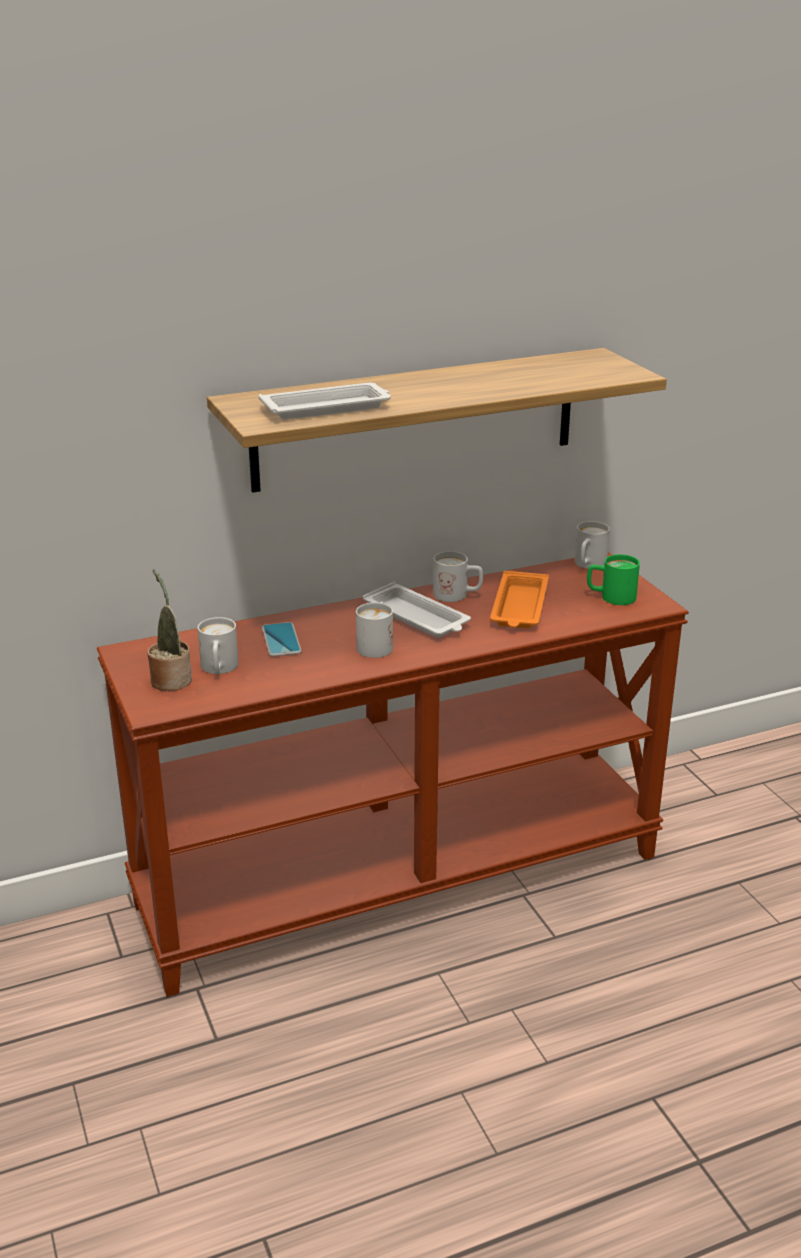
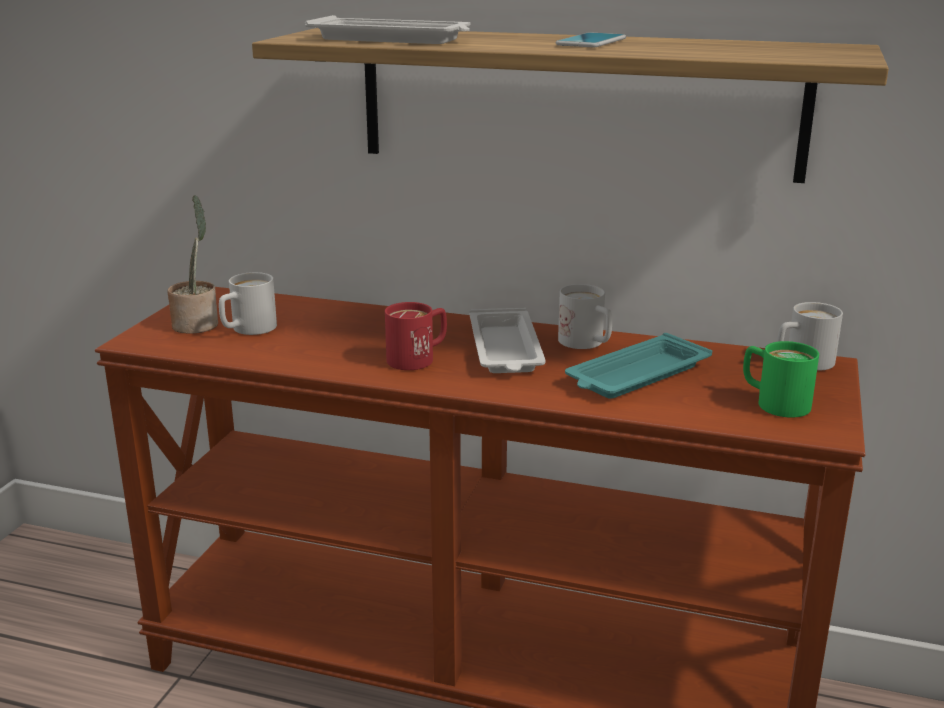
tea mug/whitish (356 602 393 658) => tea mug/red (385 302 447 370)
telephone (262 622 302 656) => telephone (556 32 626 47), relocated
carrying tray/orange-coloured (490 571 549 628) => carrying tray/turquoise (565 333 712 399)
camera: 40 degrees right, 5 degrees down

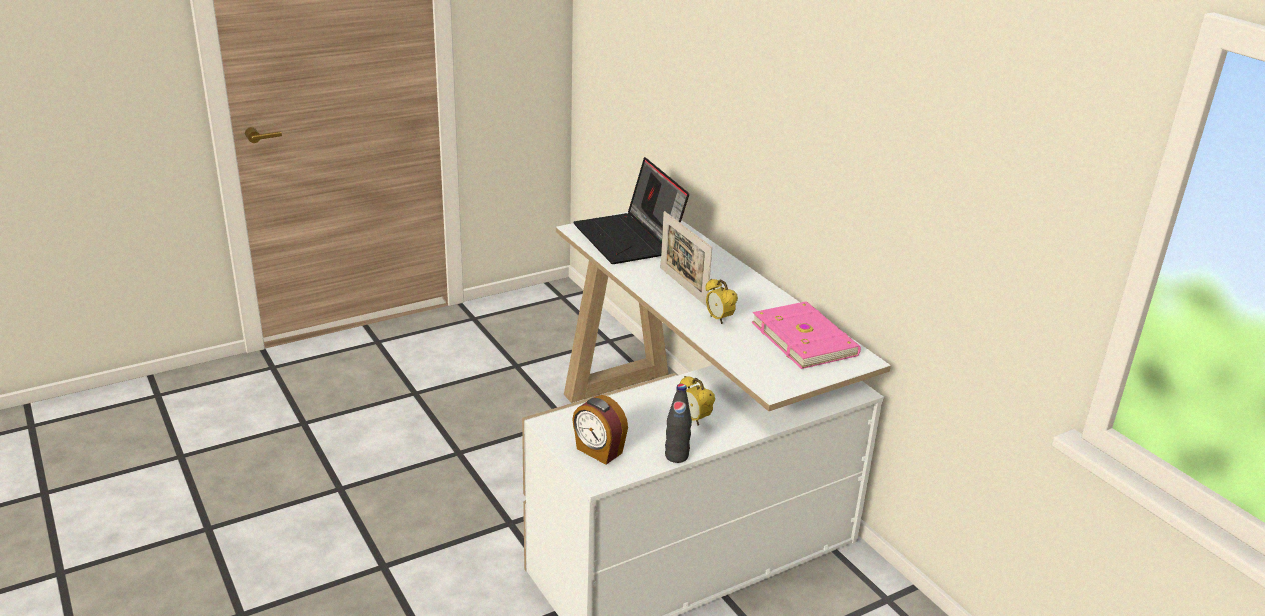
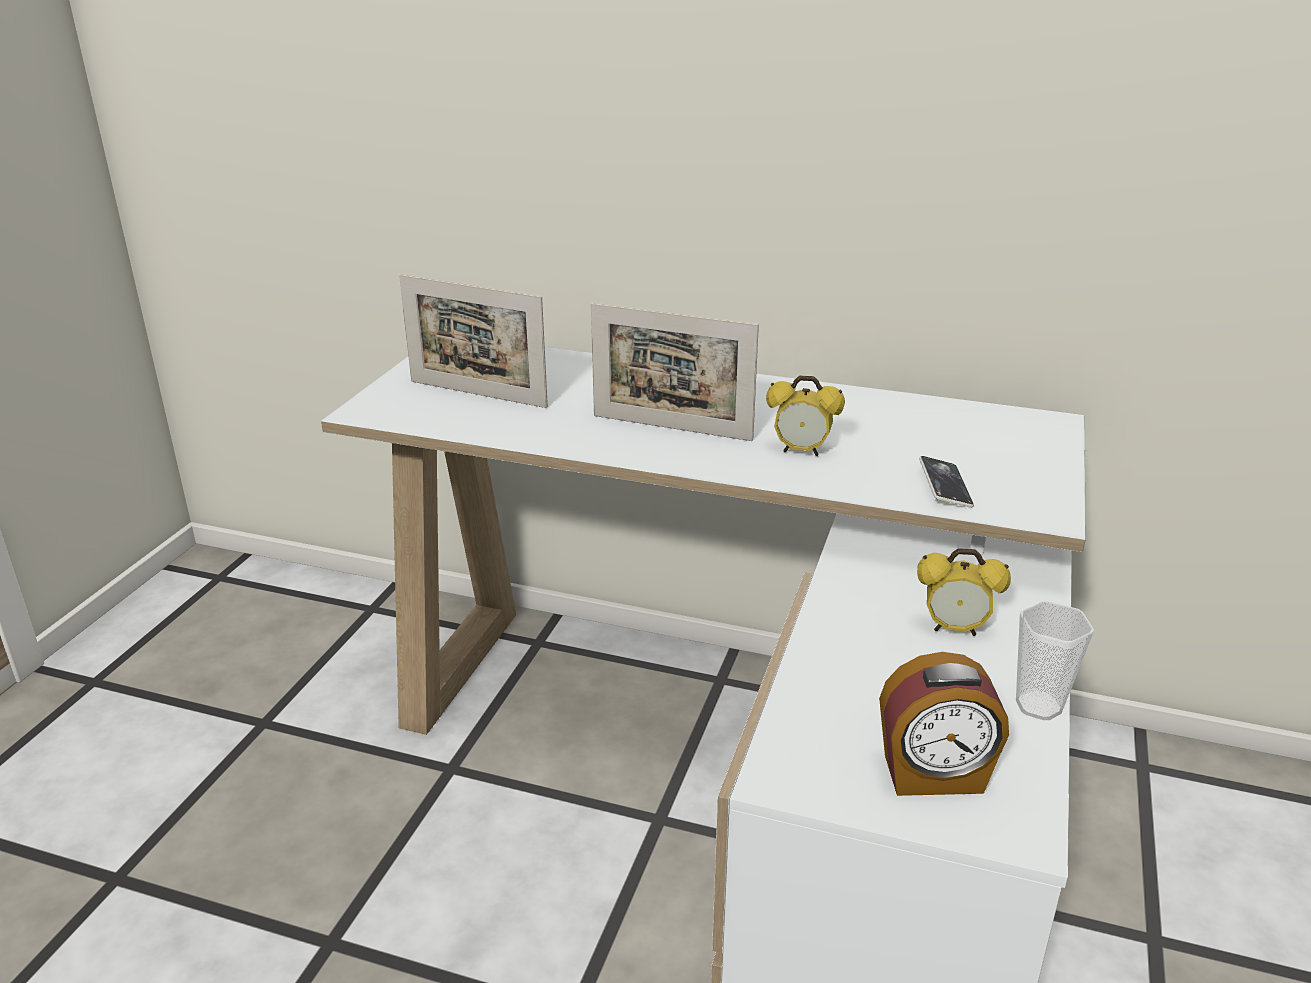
notebook computer (573 157 689 264) => picture frame (399 274 548 408)
nothing => telephone (919 456 974 508)
drink bottle/black (665 384 692 463) => cup (1016 601 1094 720)
bound book/pinkish (751 301 861 369) => nothing
camera: 40 degrees left, 0 degrees up

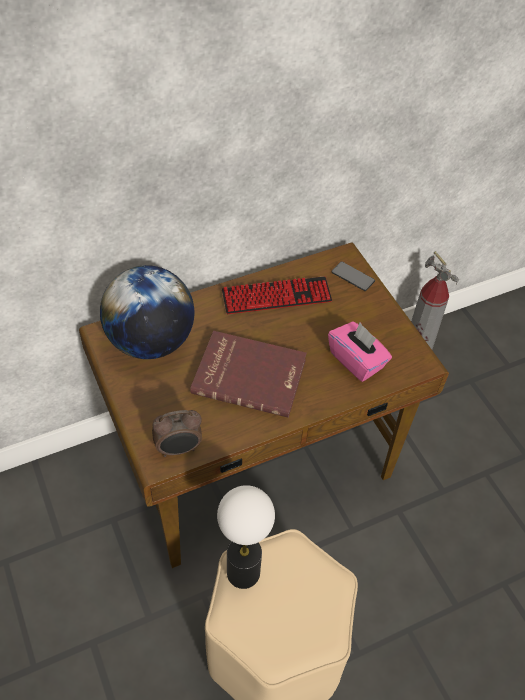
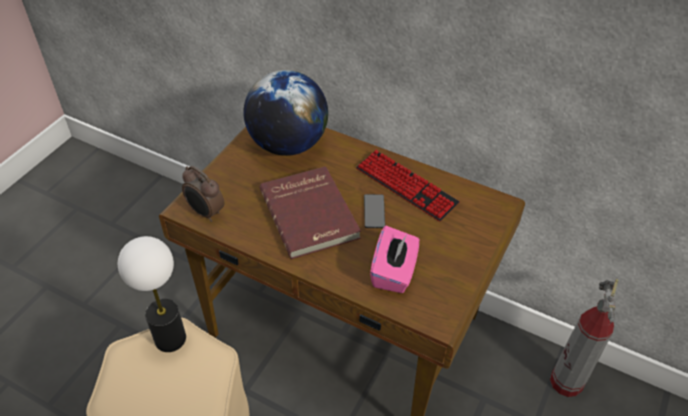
telephone (331 261 375 291) => telephone (364 194 385 228), relocated
camera: 55 degrees right, 5 degrees down

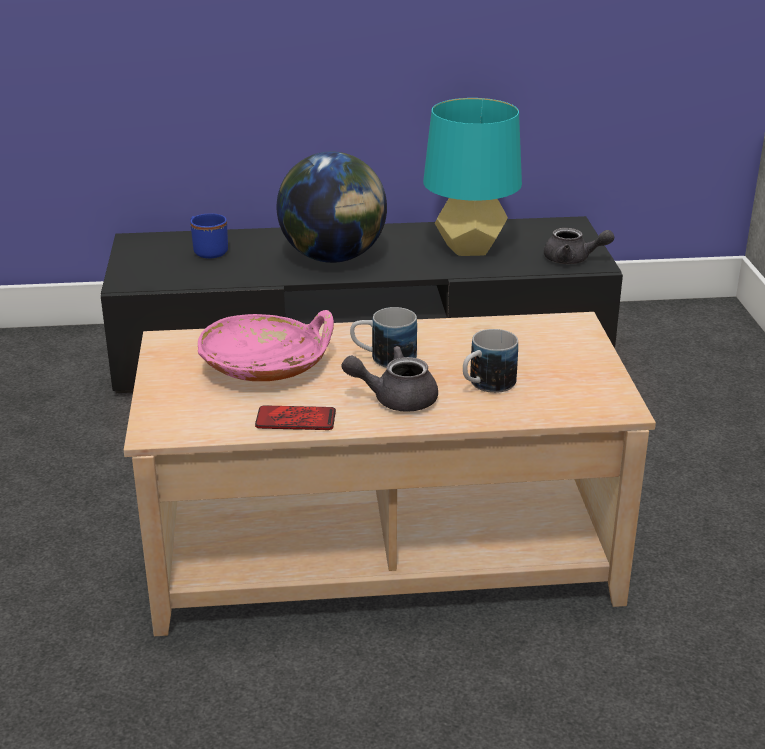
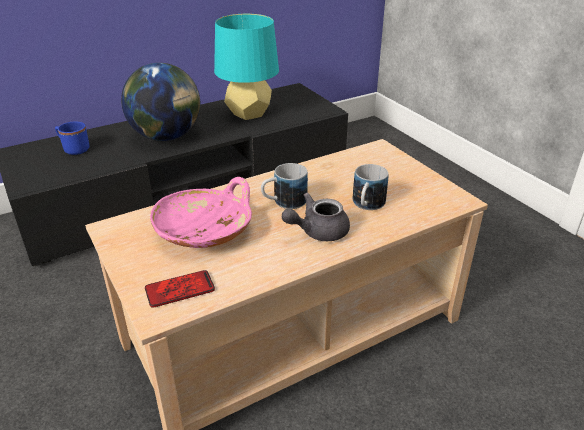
telephone (255 405 336 430) => telephone (145 270 215 308), relocated
teapot/greyish (544 228 614 264) => nothing
camera: 25 degrees left, 5 degrees up

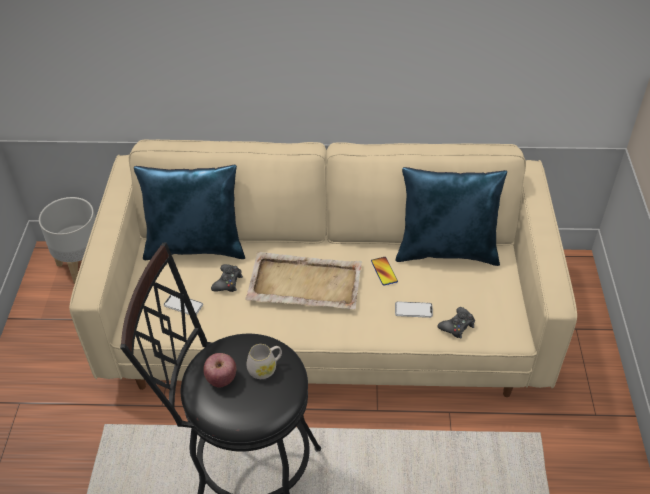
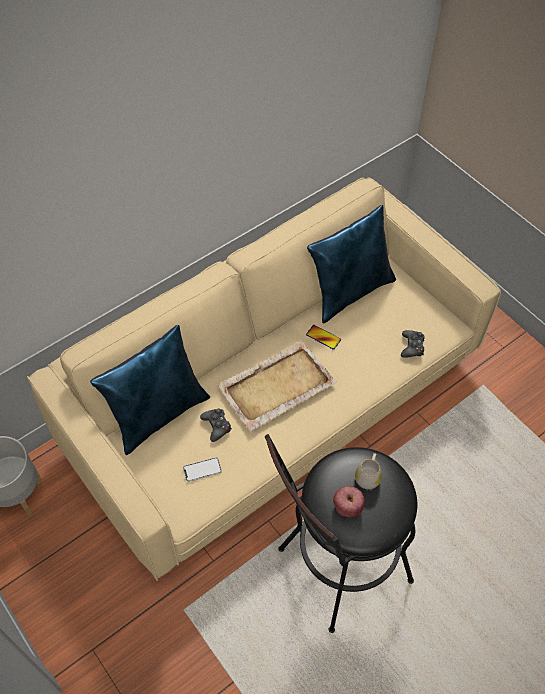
telephone (395 301 433 318) => nothing
camera: 40 degrees left, 10 degrees up

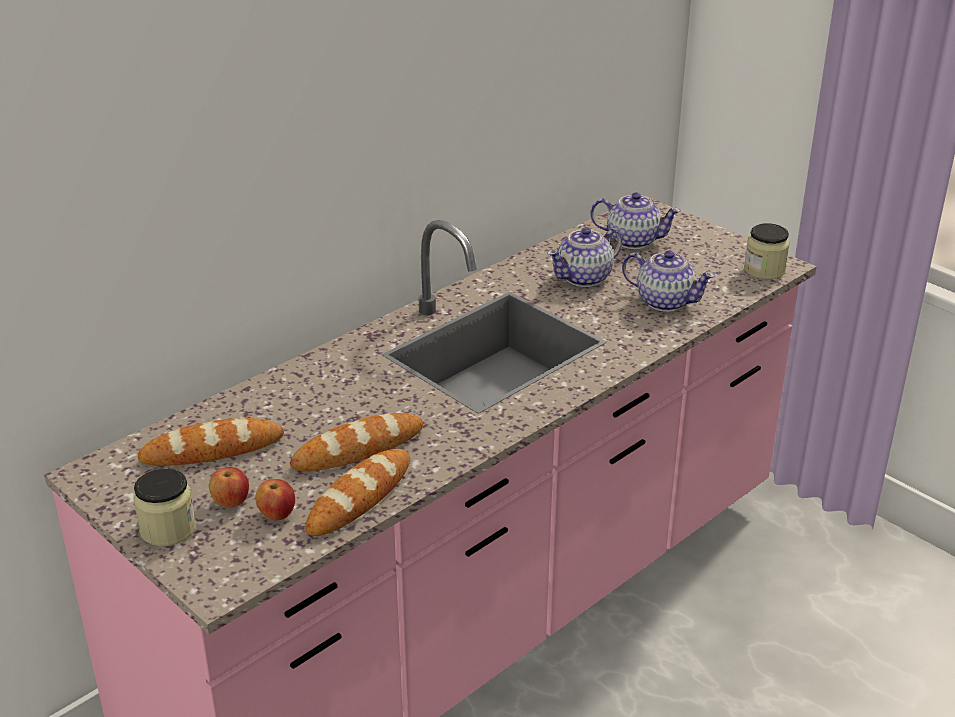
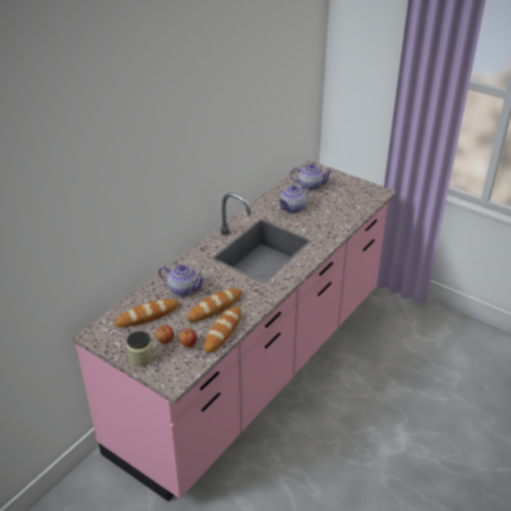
teapot (622 251 715 312) => teapot (159 264 206 296), relocated
storage jar (744 223 790 280) => nothing
camera: 10 degrees left, 5 degrees up

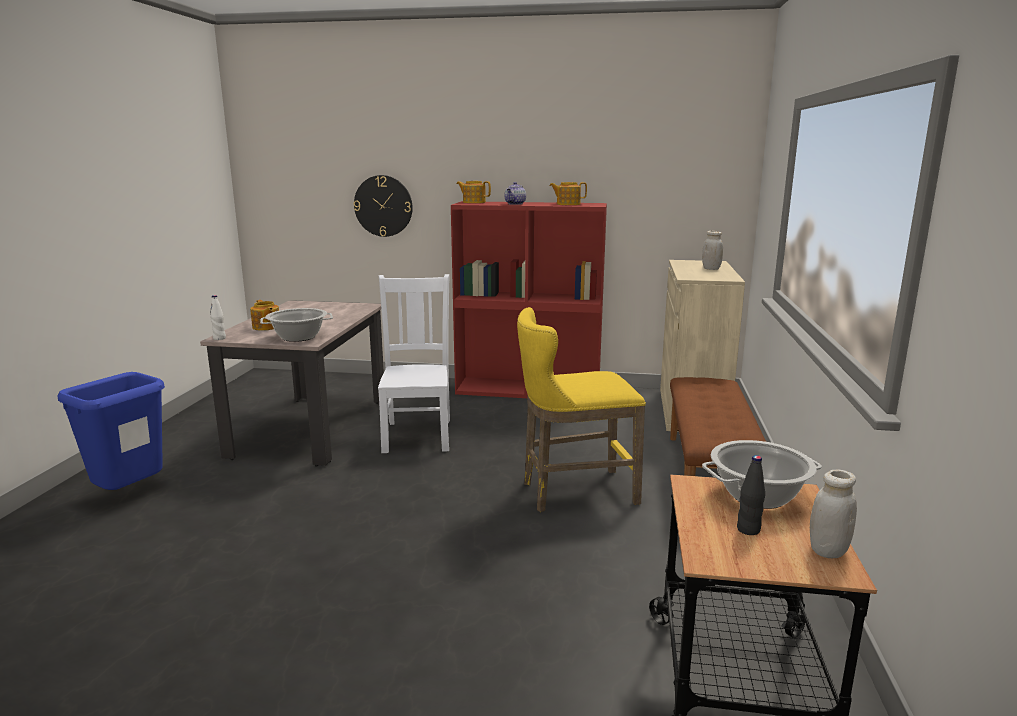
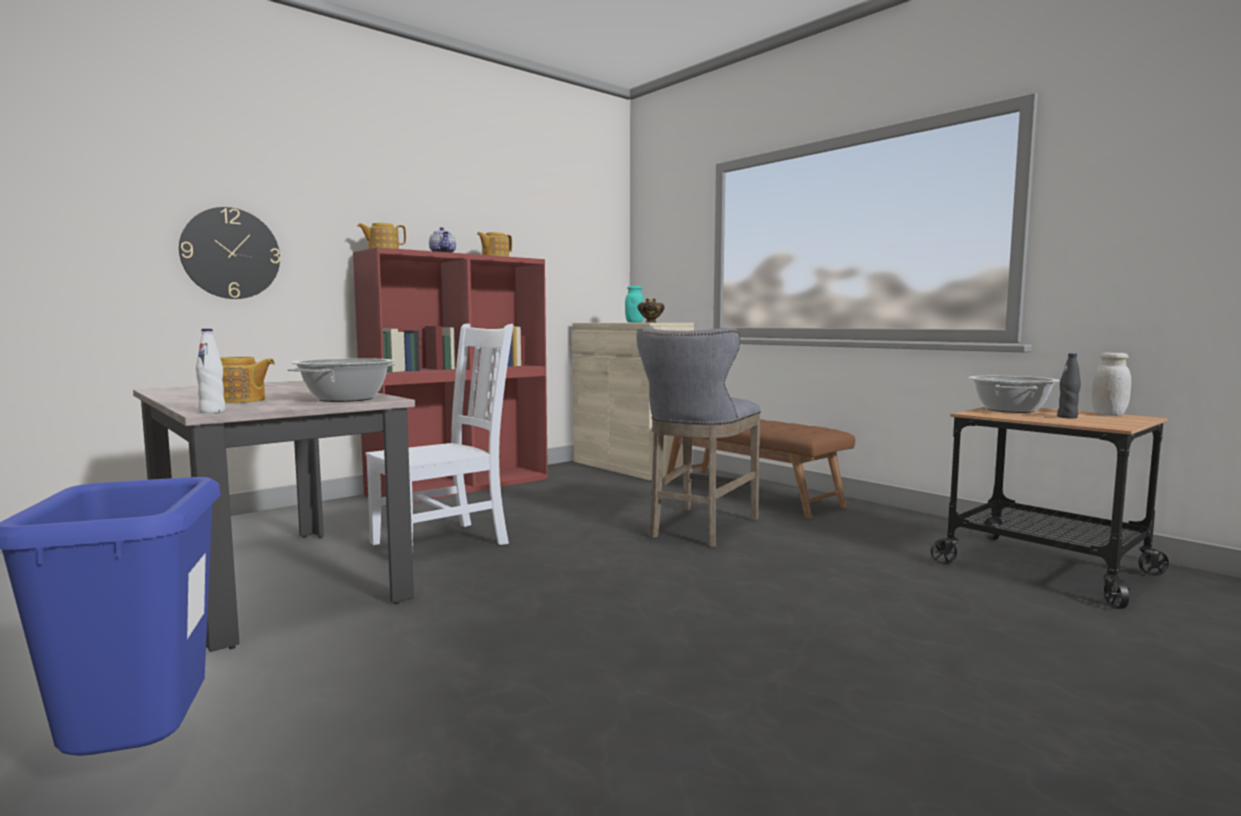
chair/whitish (378 274 450 453) => chair/whitish (365 324 513 551), 105 degrees clockwise
storage jar/whitish (702 231 723 270) => storage jar/turquoise (625 286 644 323)
stool/yellow-coloured (517 307 646 512) => stool/greyish (636 327 761 547)
nothing => bowl (637 299 665 323)
camera: 50 degrees left, 10 degrees down

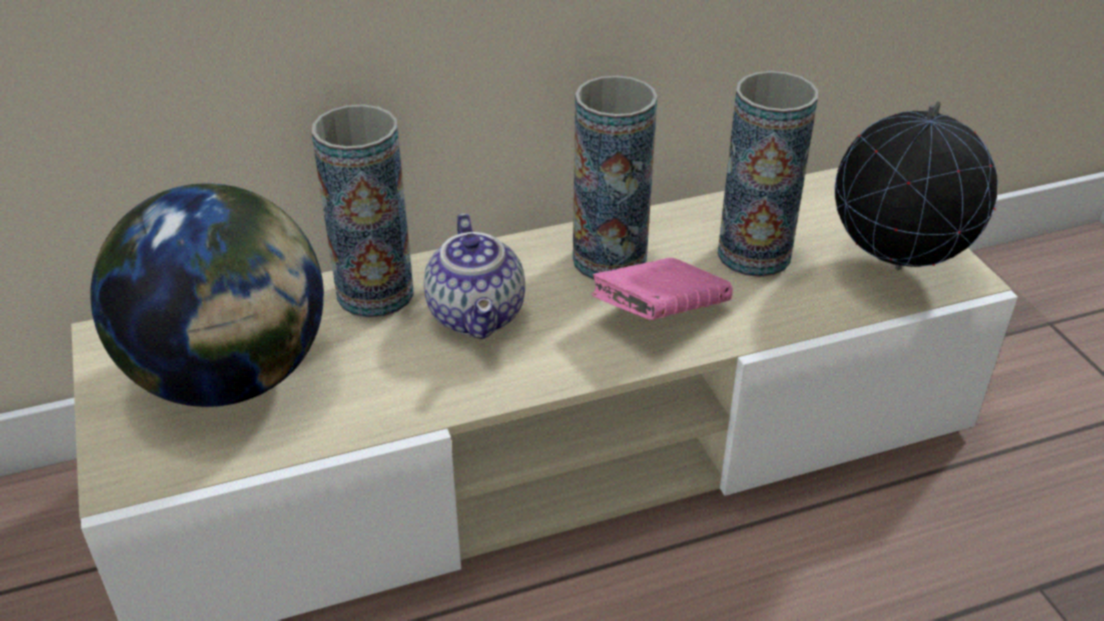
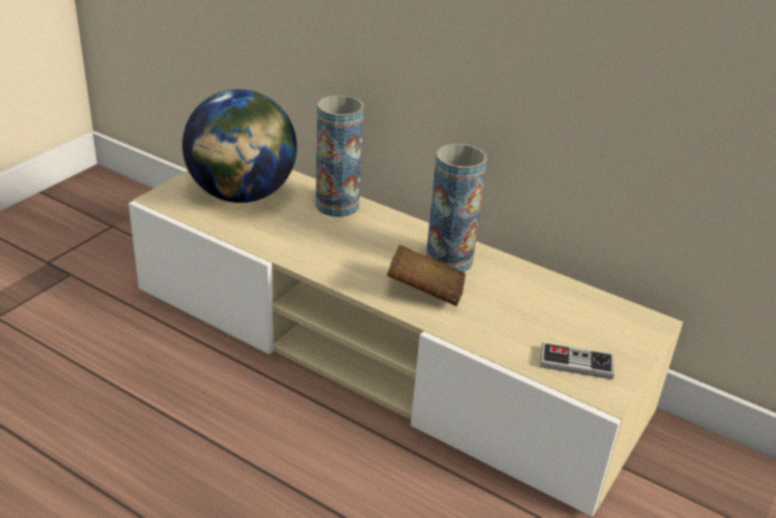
bound book/pinkish (591 258 733 320) => bound book/brownish (387 245 466 306)
desk globe (835 101 998 271) => joypad (540 342 614 380)
teapot (424 213 525 339) => nothing
flower vase (717 71 818 277) => nothing
camera: 50 degrees right, 5 degrees down

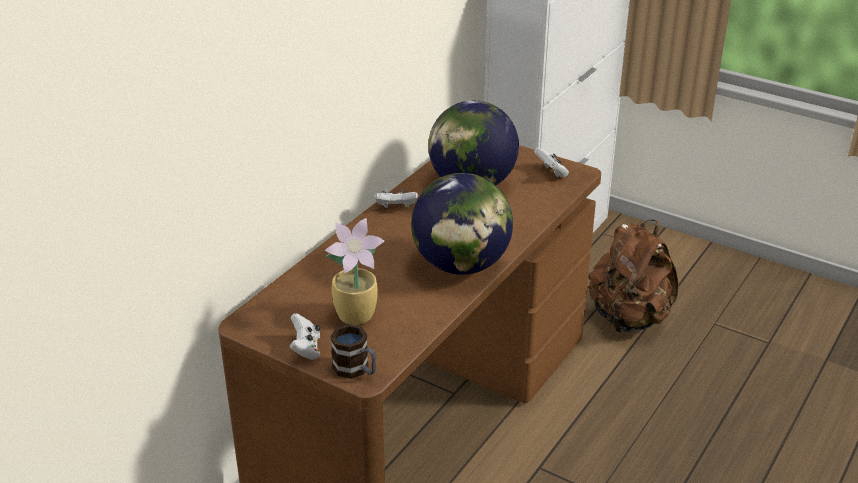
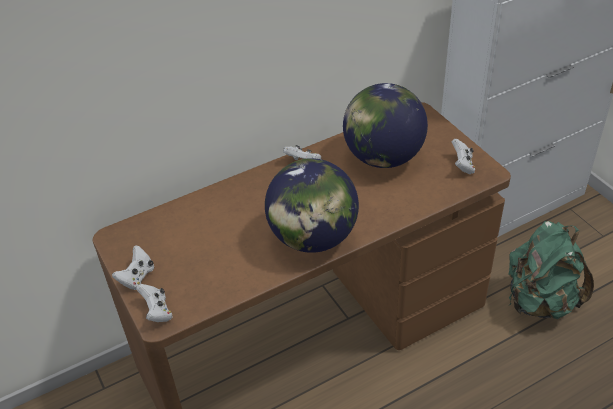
tea mug (330 324 376 379) => joypad/whitish (136 284 173 322)
rucksack/brownish (589 220 678 333) => rucksack/green-coloured (509 221 594 319)
plant in a pot (324 218 385 325) => nothing
camera: 30 degrees right, 10 degrees up

